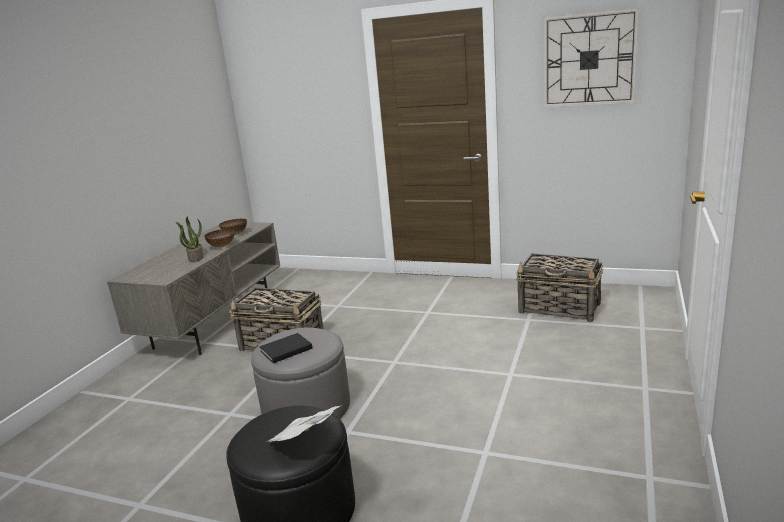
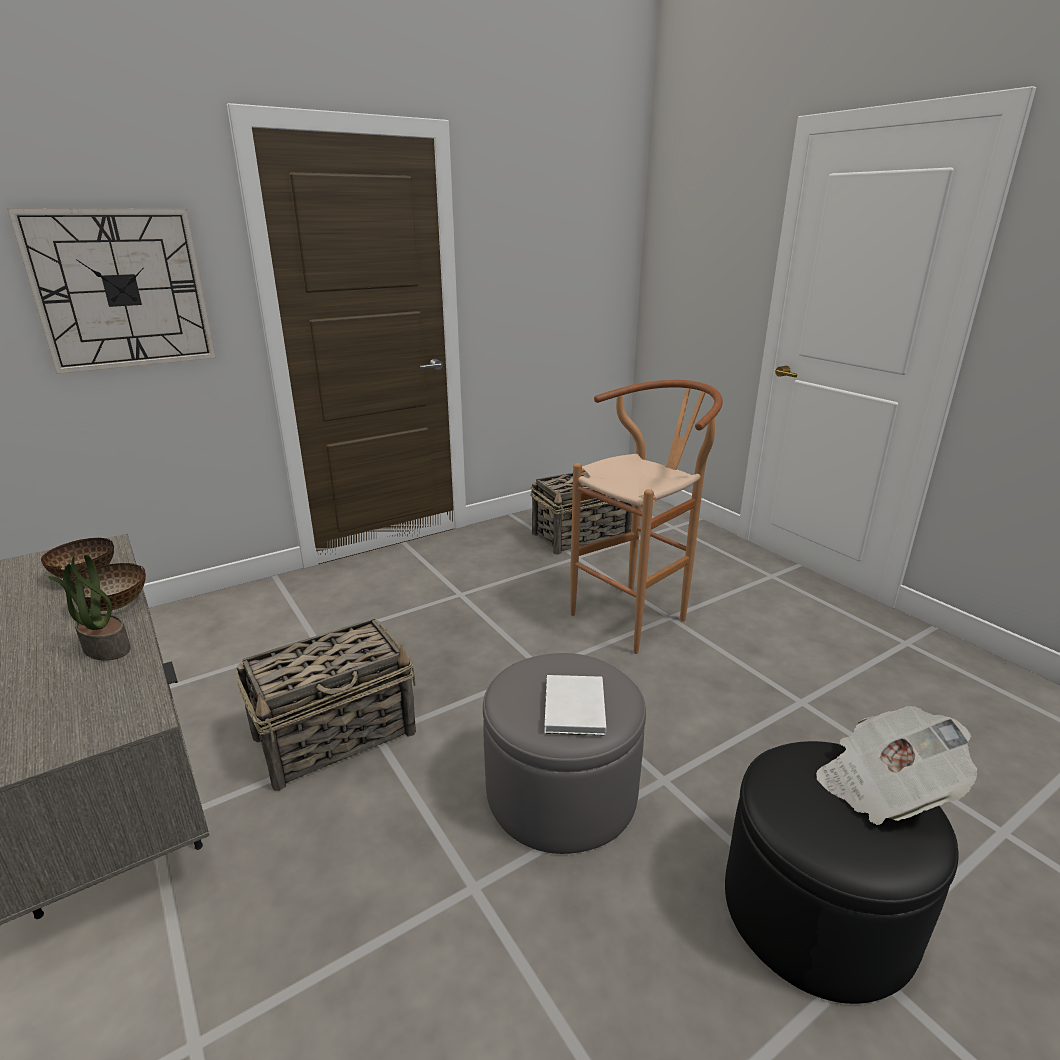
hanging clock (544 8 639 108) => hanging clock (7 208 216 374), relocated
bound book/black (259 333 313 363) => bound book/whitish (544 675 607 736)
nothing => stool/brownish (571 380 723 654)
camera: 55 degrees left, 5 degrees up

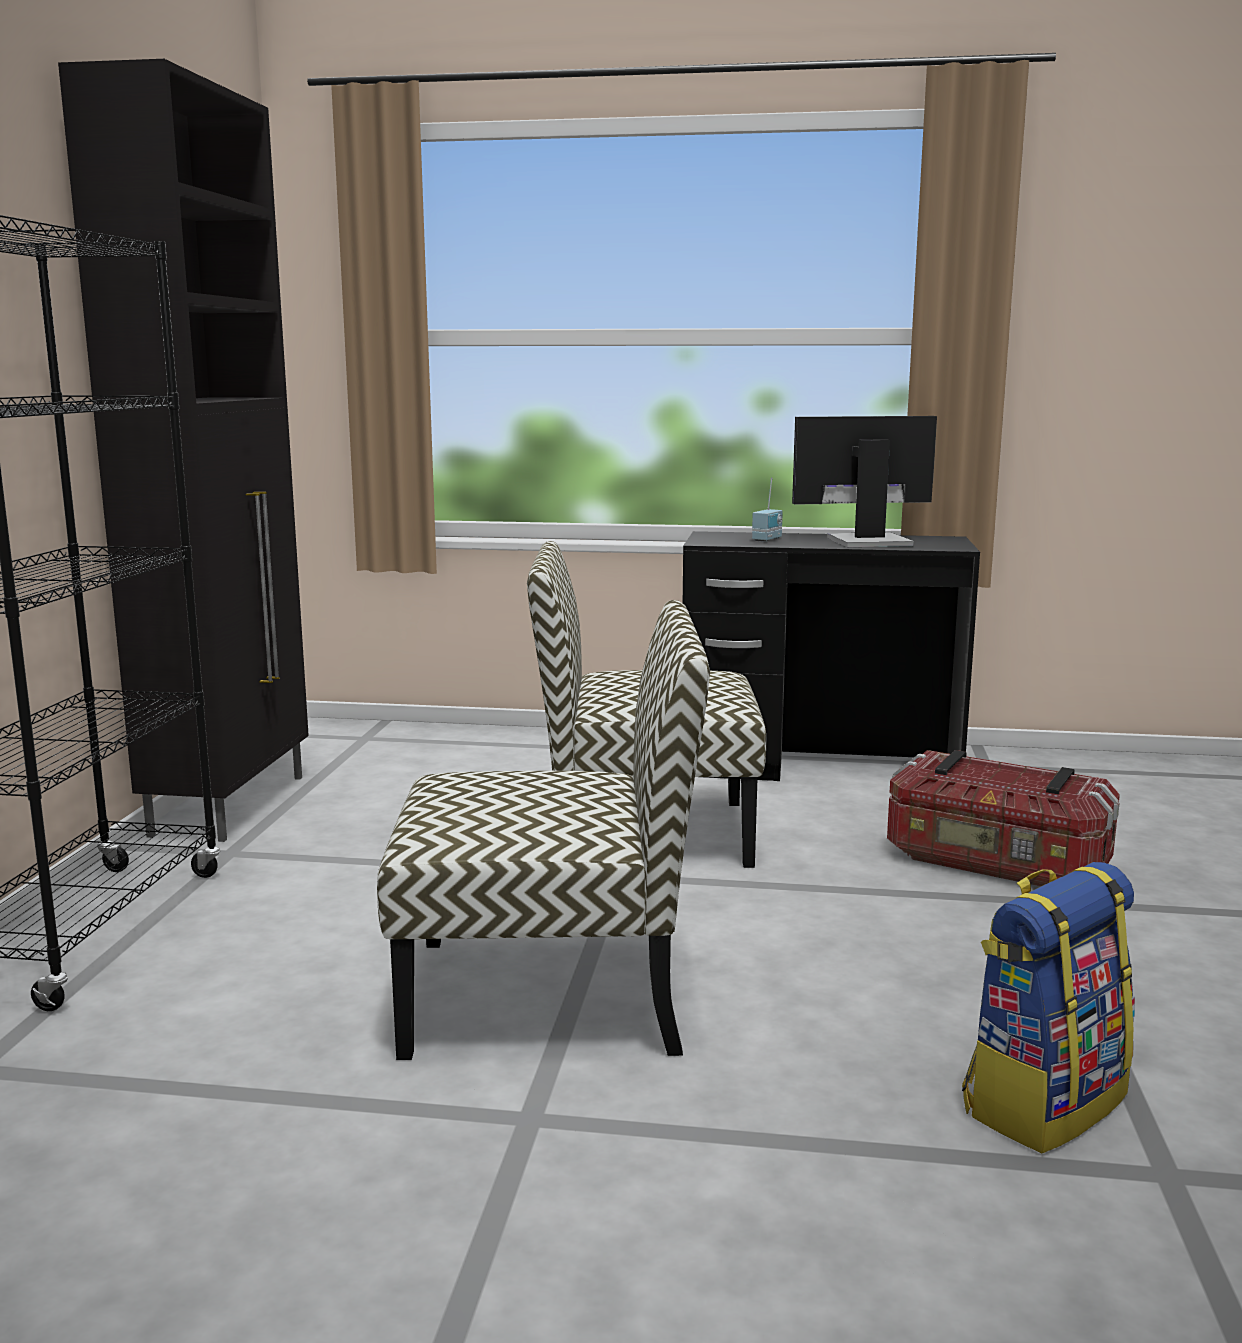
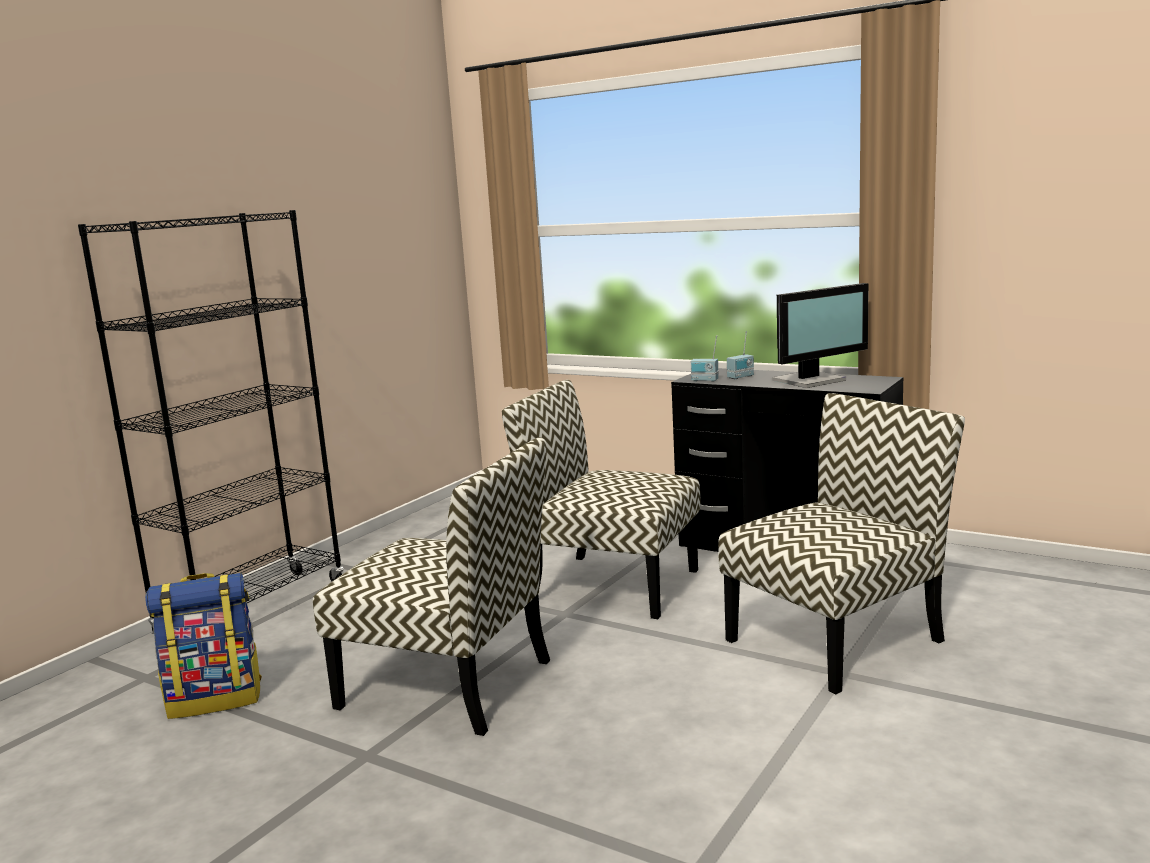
rucksack (962 862 1135 1153) => rucksack (145 573 262 719), relocated
nothing => radio receiver (691 336 719 381)
storage bin (887 750 1120 886) => chair (718 393 965 694)
computer display (792 416 937 547) => computer display (772 283 869 388), 135 degrees clockwise
cupboard/black (58 59 309 842) => nothing
camera: 25 degrees right, 0 degrees up

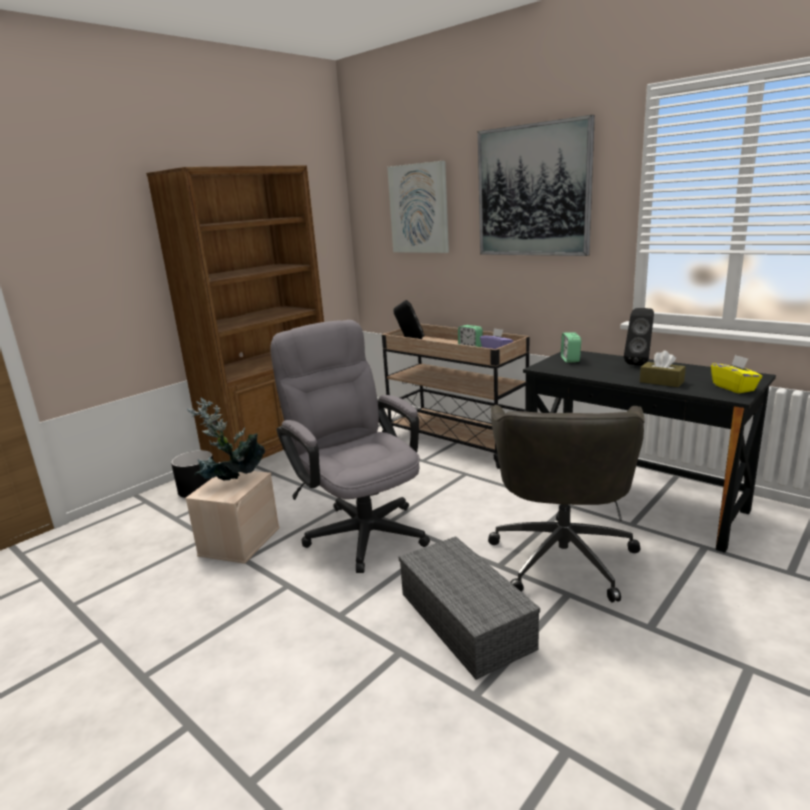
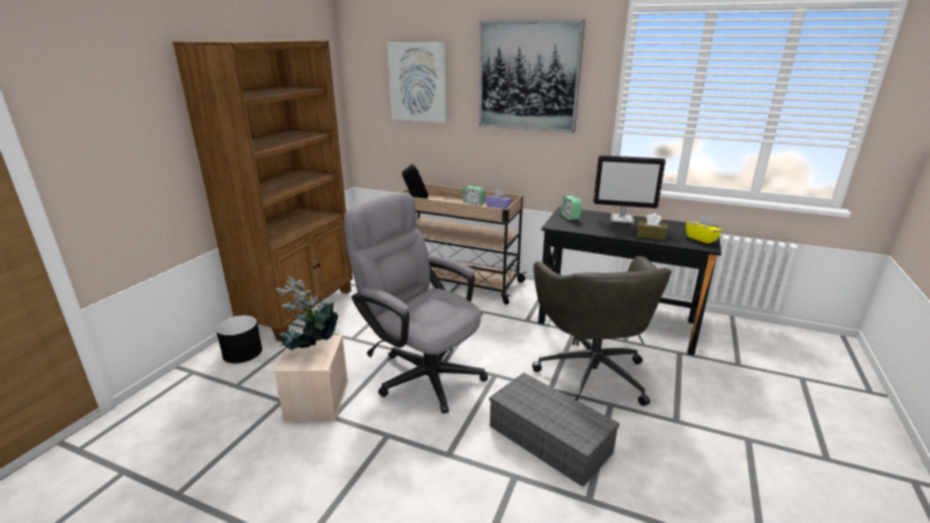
audio speaker/black (624 308 654 366) => computer display (593 155 666 223)
camera: 20 degrees left, 5 degrees up

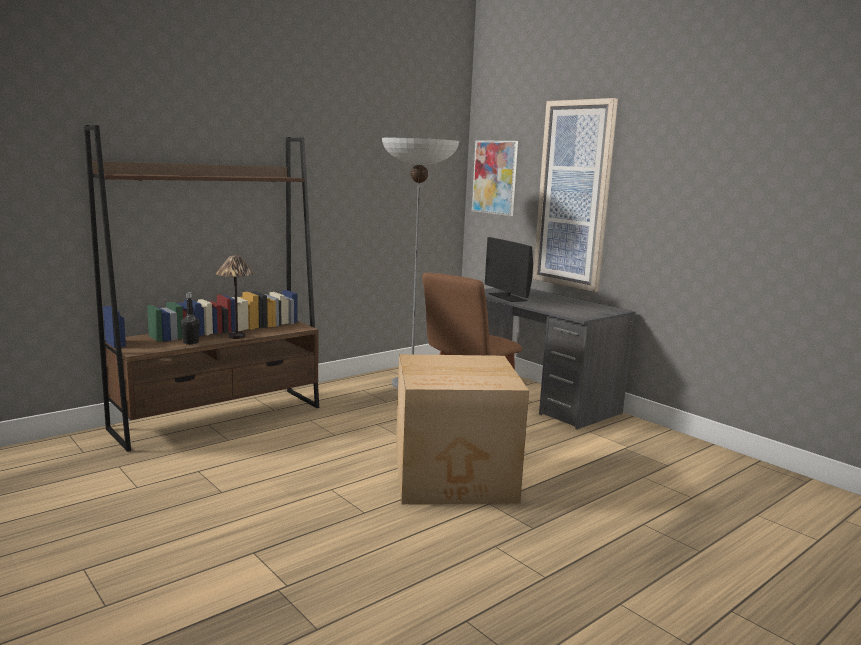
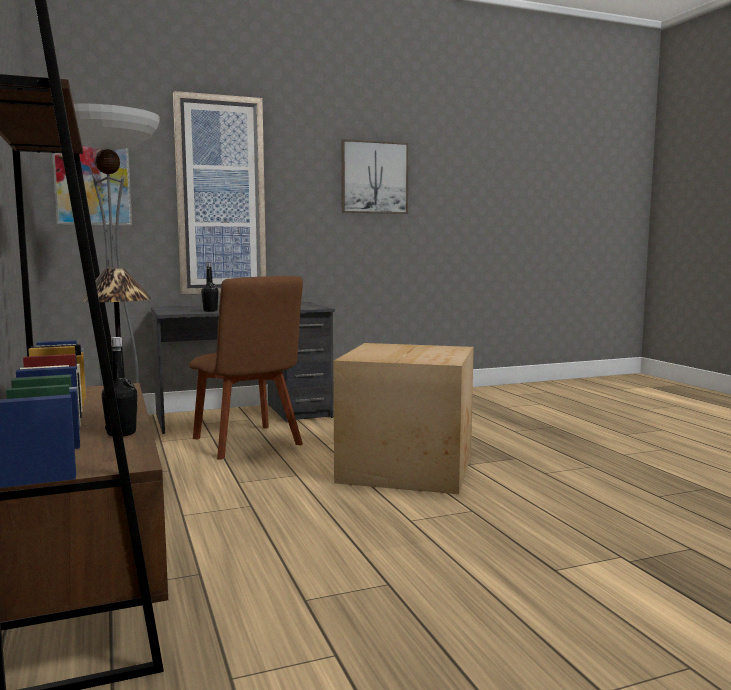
computer display (485 237 533 302) => drink bottle/black (201 262 218 312)
nothing => wall picture (341 139 409 214)
camera: 70 degrees left, 5 degrees down

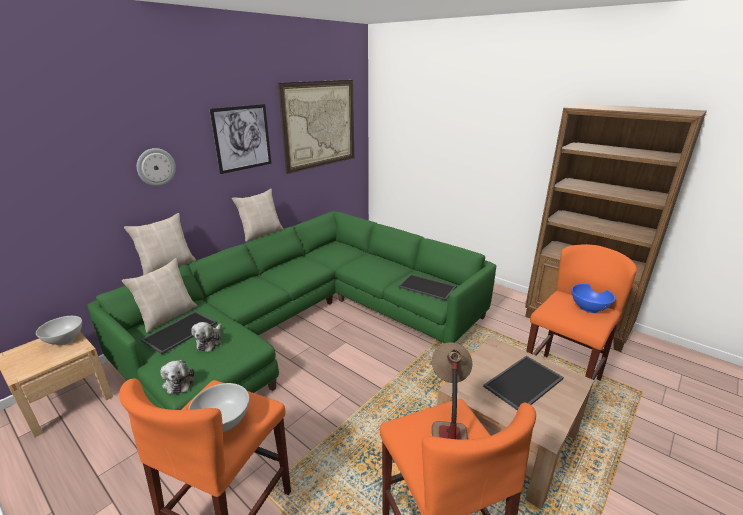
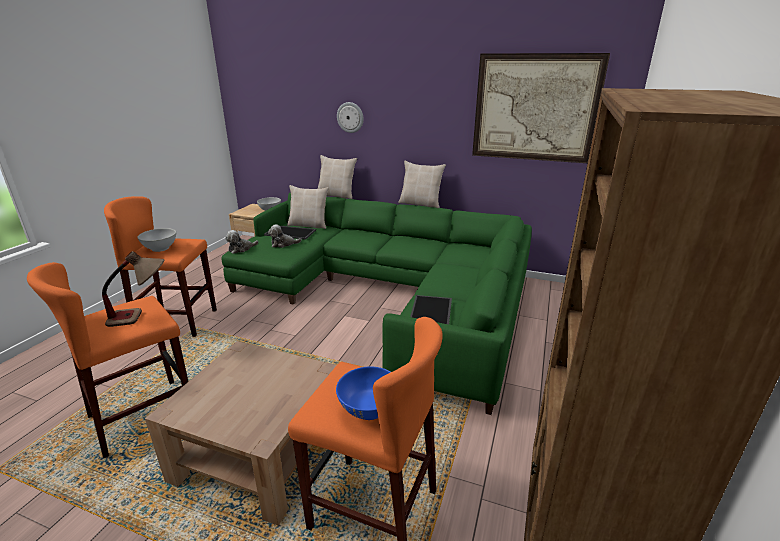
wall picture (210 104 271 174) => nothing
carrying tray (483 356 564 411) => nothing
camera: 70 degrees right, 0 degrees up

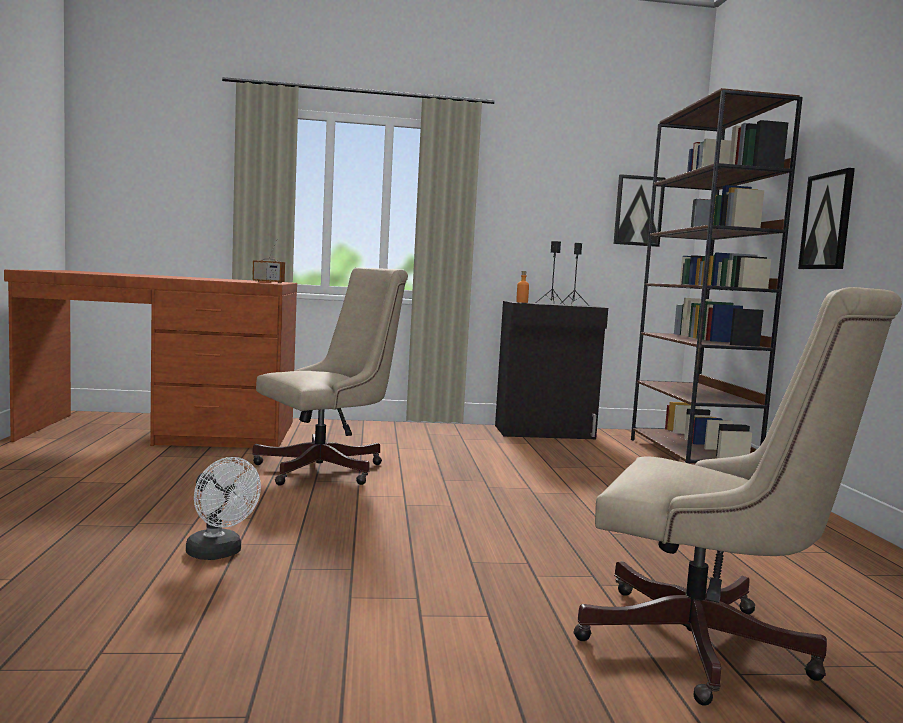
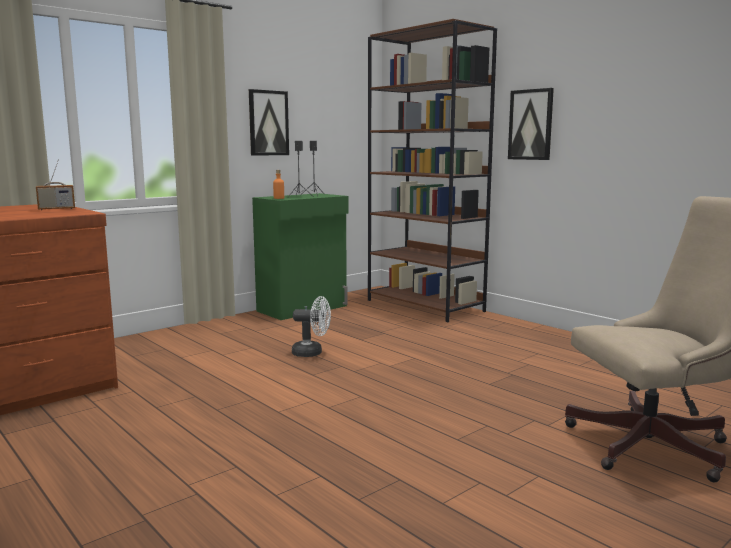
wall picture (614 174 665 247) => wall picture (249 89 289 156), relocated
cupboard/black (495 301 608 439) => cupboard/green-coloured (252 193 349 320)
electric fan/whitish (186 457 261 560) => electric fan/whitish (292 296 331 357), relocated
desk chair/sand-coloured (253 267 408 485) => nothing
camera: 35 degrees left, 5 degrees up

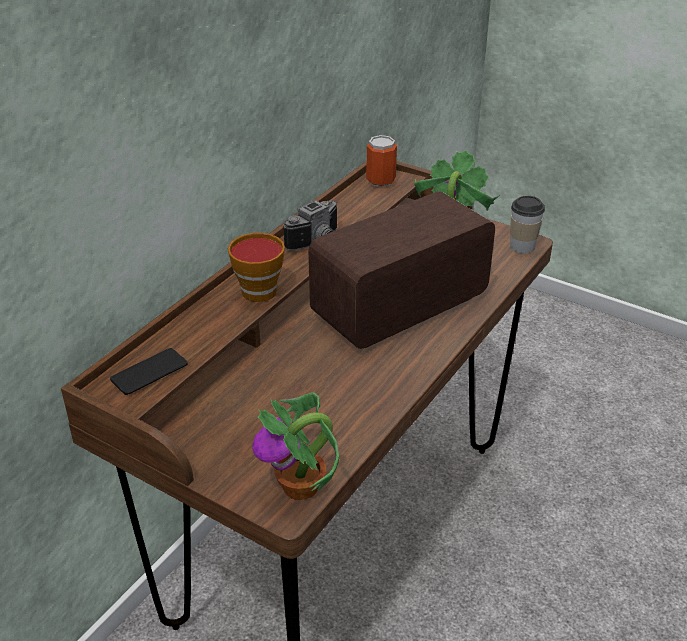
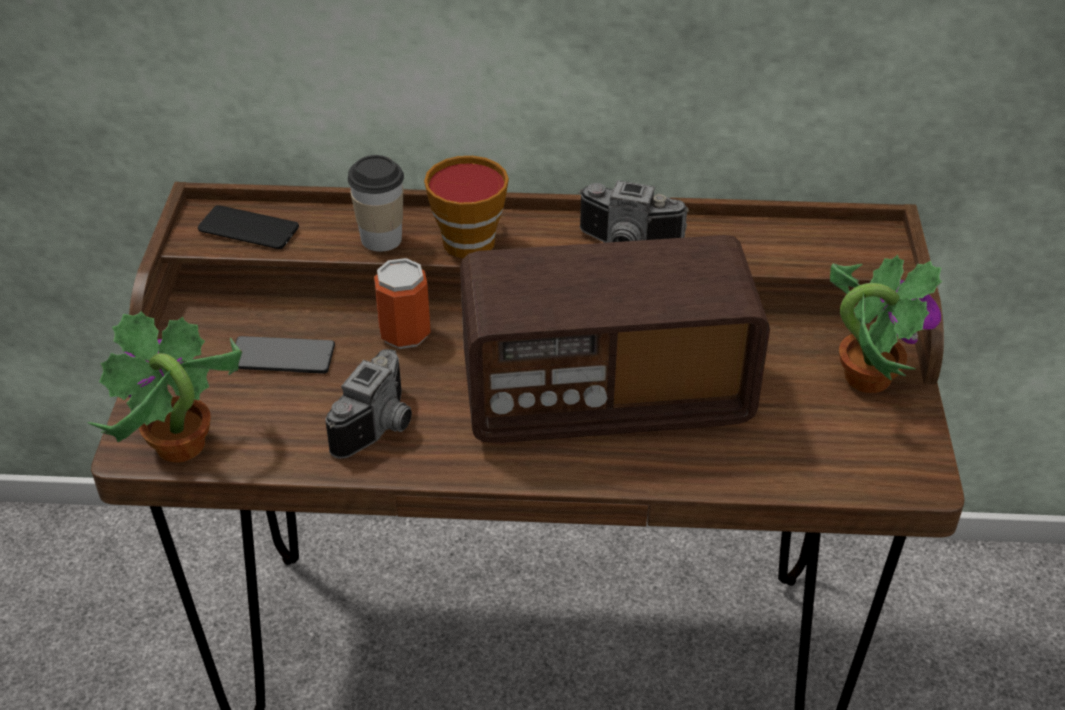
nothing => telephone (235 336 335 374)
nothing => photo camera (325 349 412 459)
cup (510 196 545 254) => cup (348 155 404 252), relocated
can (366 135 397 187) => can (374 258 431 349), relocated
radio receiver (308 191 495 349) => radio receiver (460 235 770 443), 150 degrees clockwise
camera: 60 degrees right, 5 degrees up

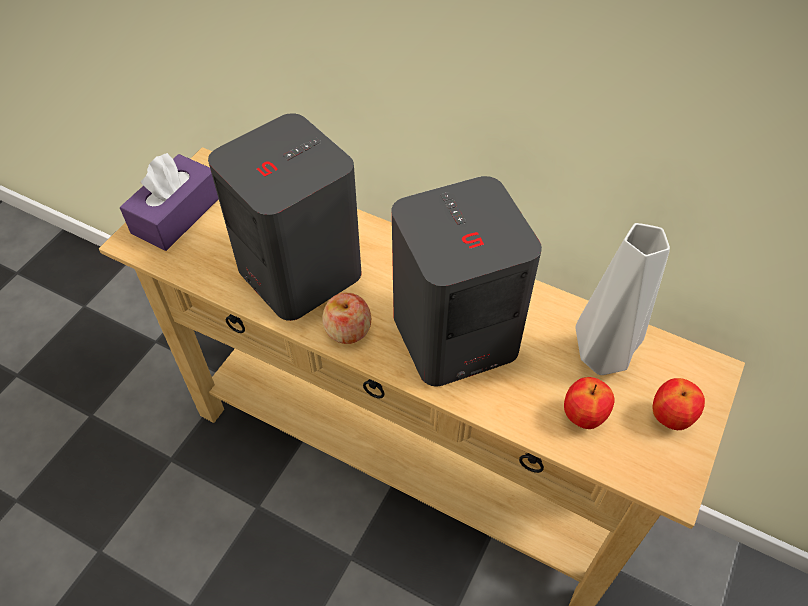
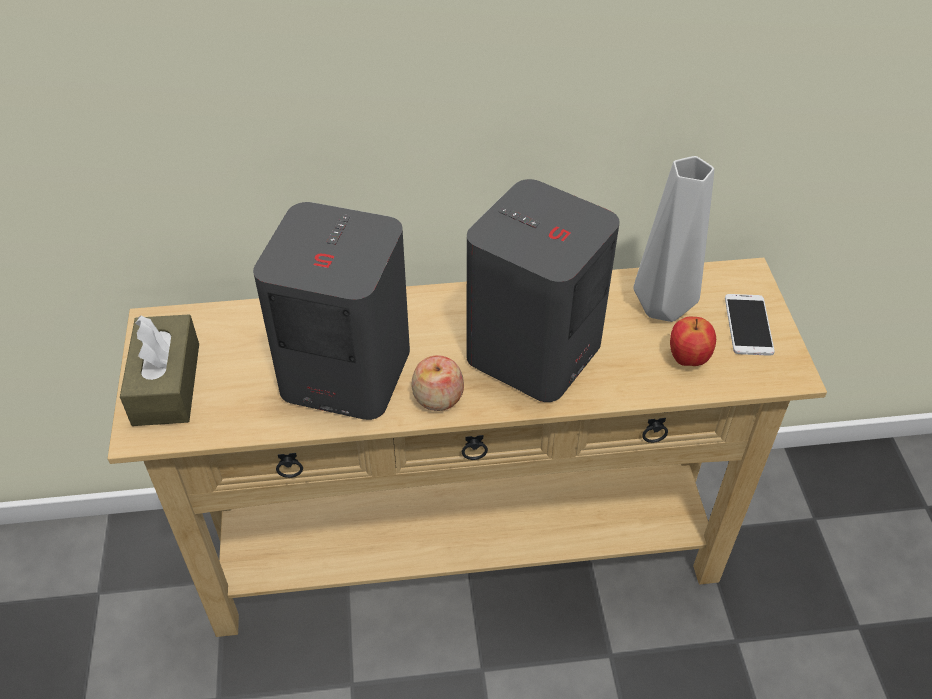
tissue box/purplish (120 153 218 251) => tissue box/brownish (120 314 199 426)
apple fruit (653 378 705 430) => telephone (725 294 775 356)
camera: 35 degrees left, 5 degrees down

